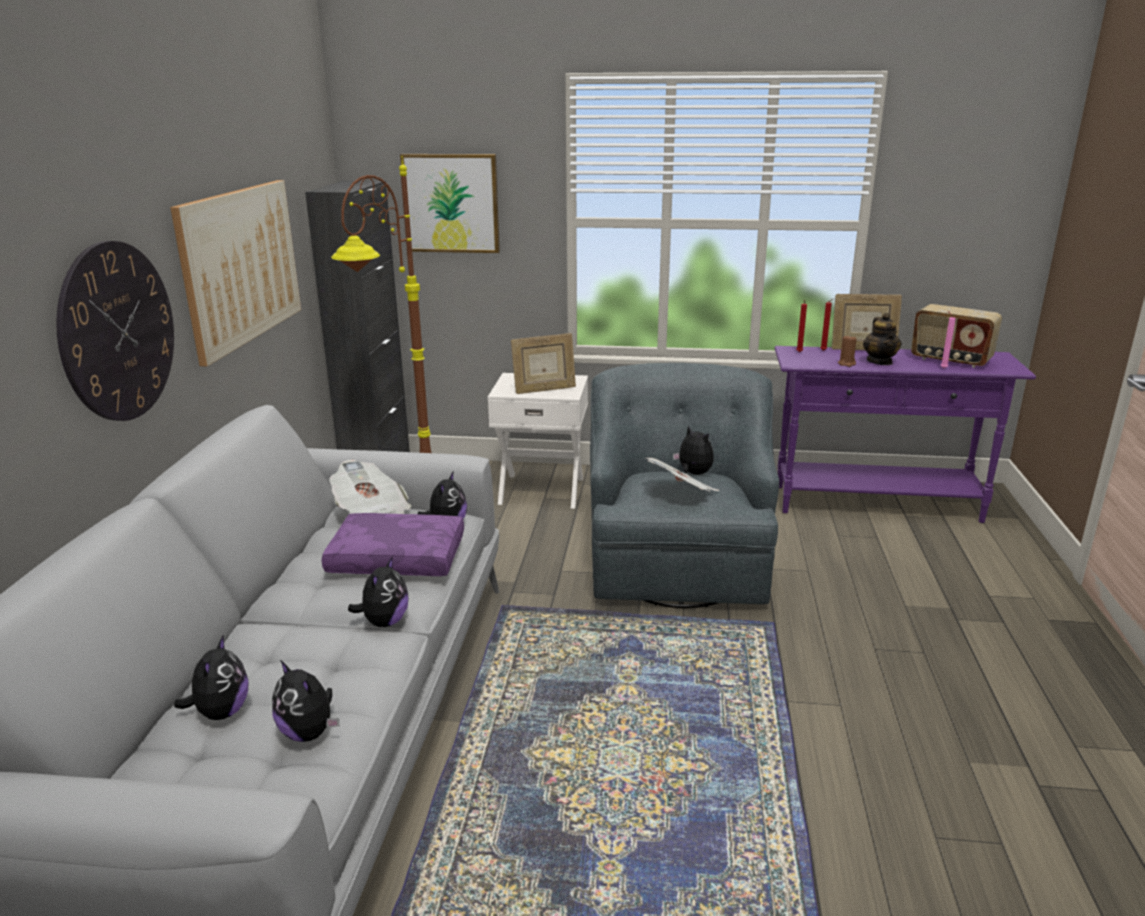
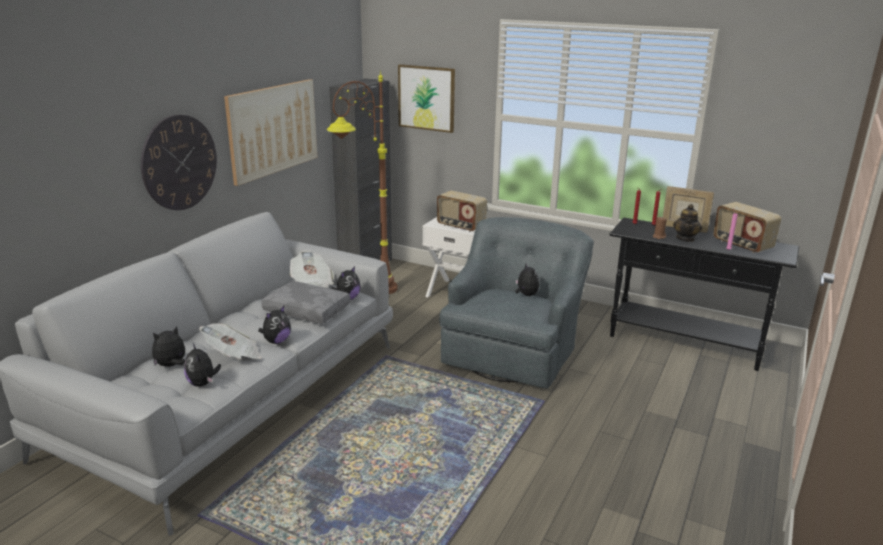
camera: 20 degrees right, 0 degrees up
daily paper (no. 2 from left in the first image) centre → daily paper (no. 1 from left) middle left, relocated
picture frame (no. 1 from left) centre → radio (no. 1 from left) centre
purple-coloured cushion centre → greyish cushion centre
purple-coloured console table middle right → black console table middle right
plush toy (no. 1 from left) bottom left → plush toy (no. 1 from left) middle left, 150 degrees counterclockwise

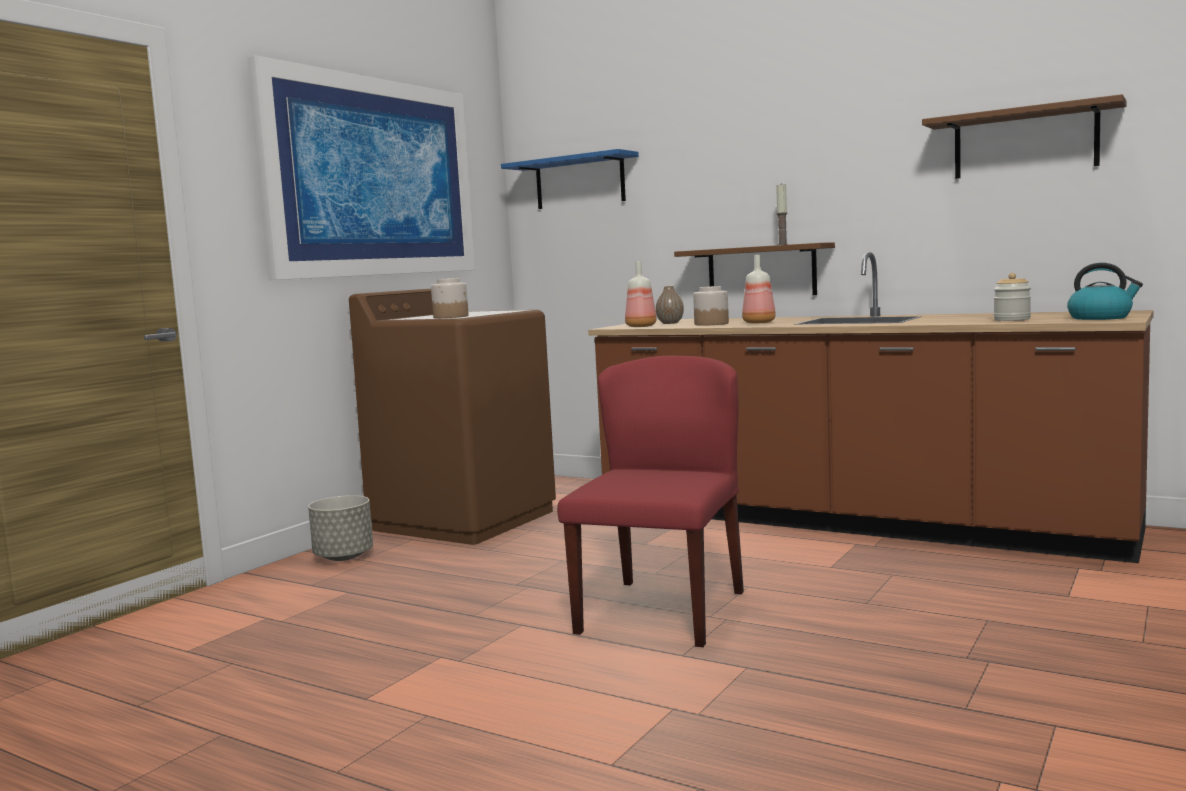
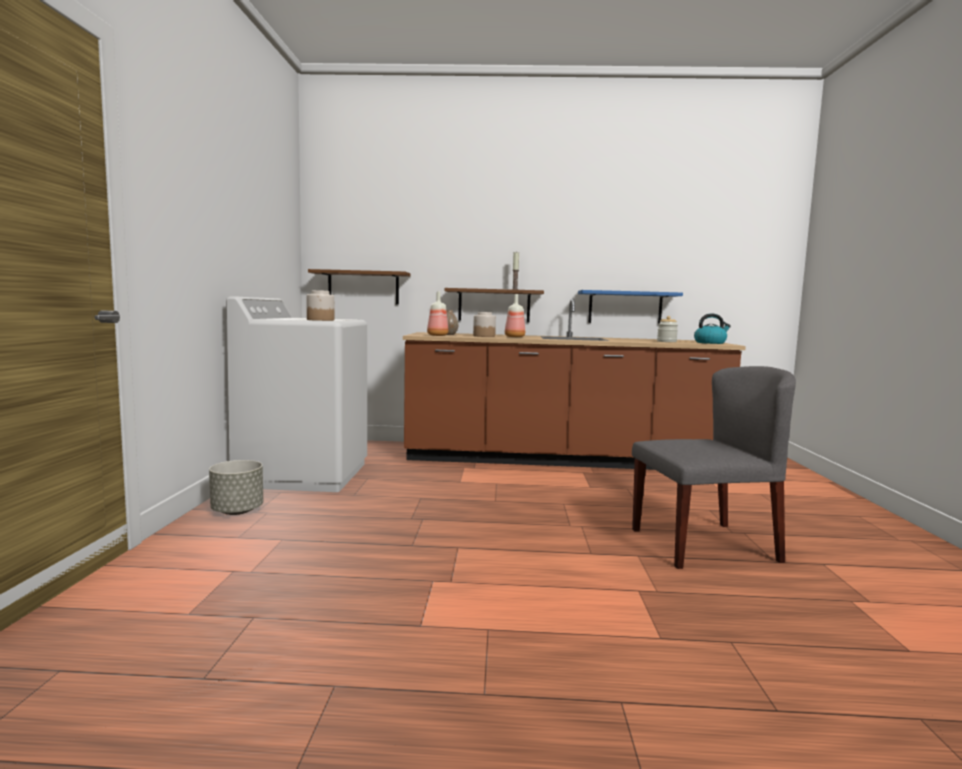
camera: 30 degrees left, 0 degrees up
wall picture top left → -
red chair centre → -
- → greyish chair middle right
blue shelf top centre → blue shelf centre, relocated
brownish shelf (no. 2 from left in the first image) top right → brownish shelf (no. 1 from left) centre, relocated
brownish laundry appliance centre → white laundry appliance middle left

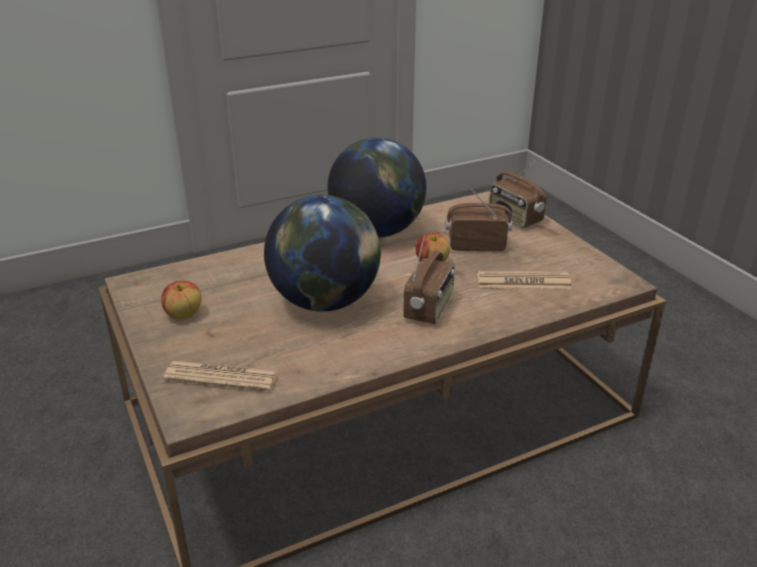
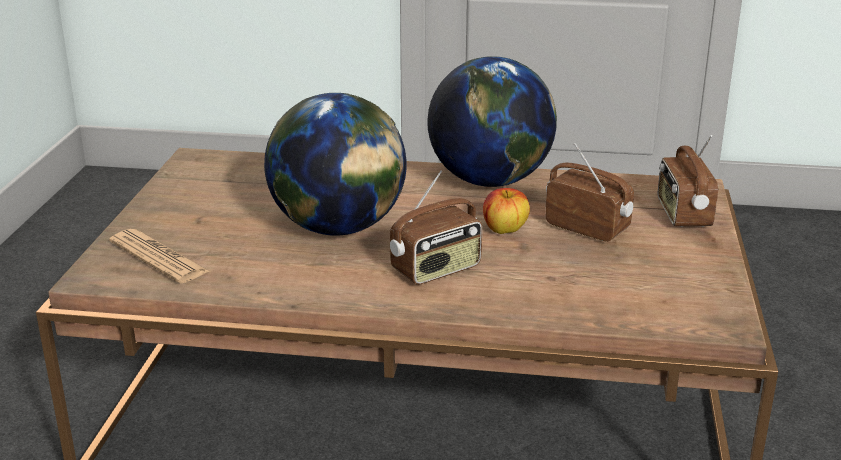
camera: 35 degrees right, 5 degrees down
whole apple (no. 1 from left) middle left → -
daily paper (no. 2 from left) middle right → -

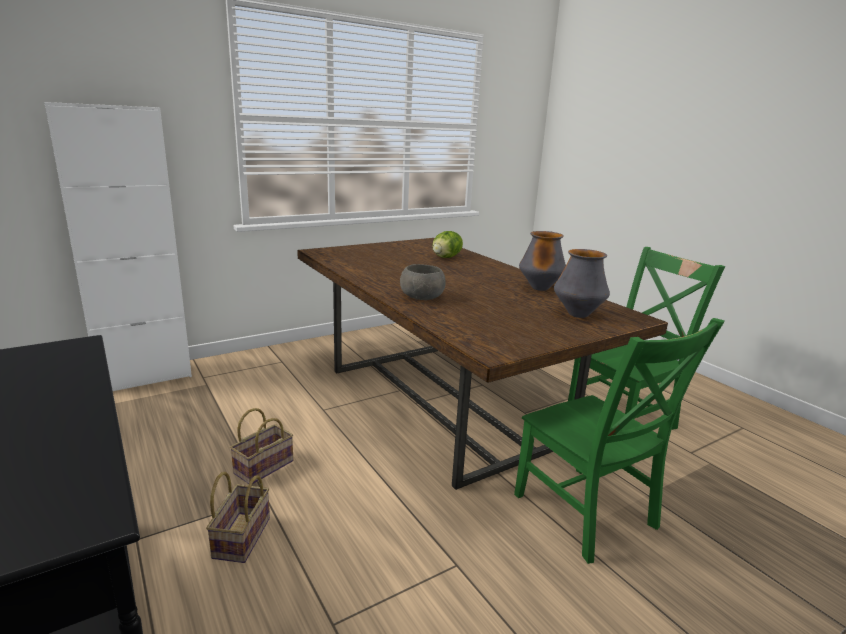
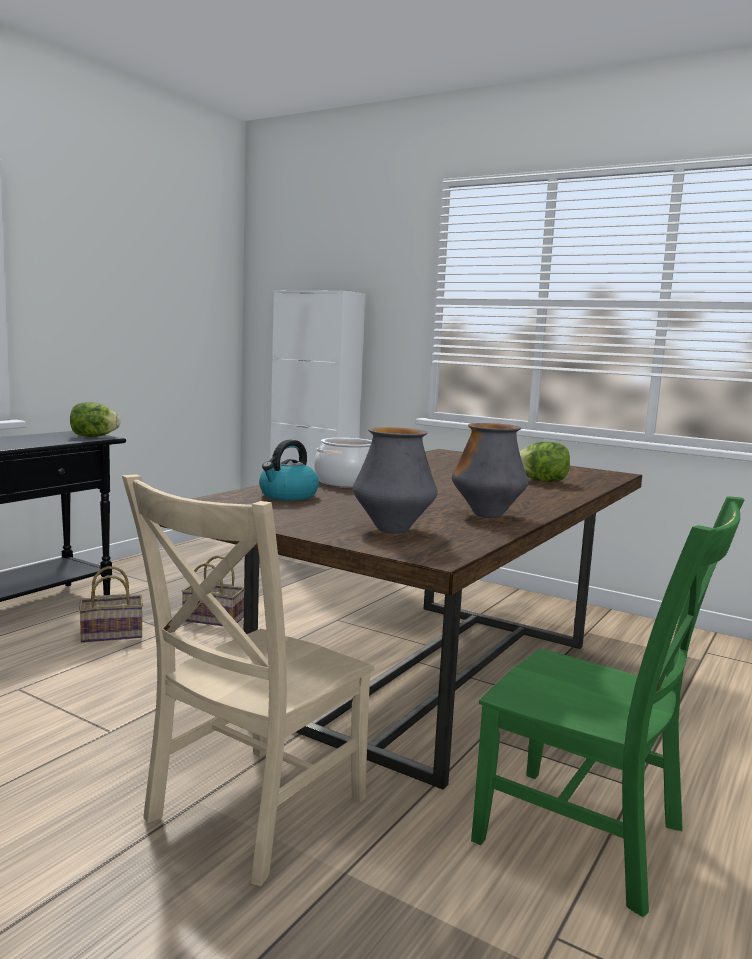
camera: 65 degrees right, 10 degrees down
- → lettuce head (no. 1 from left) middle left
- → tea kettle centre
greyish serving bowl centre → saucepot centre
greenish chair (no. 1 from left) bottom right → sand-coloured chair bottom left

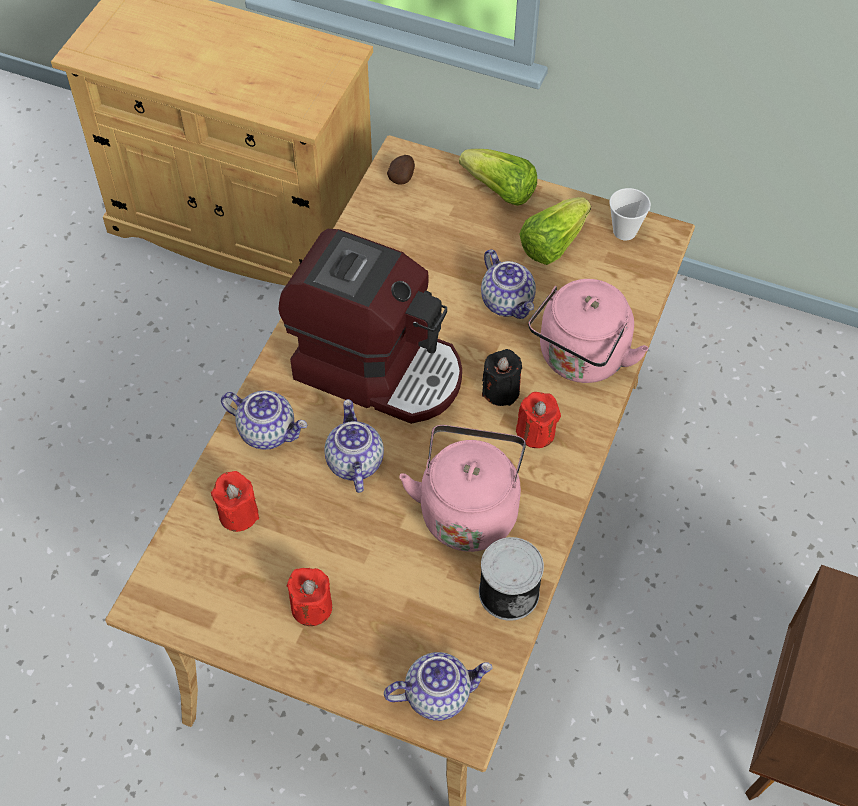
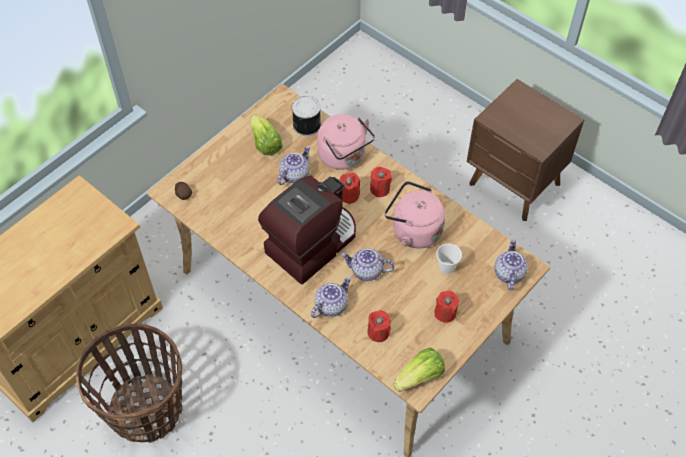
camera: 70 degrees left, 0 degrees up
- → basket bottom left
lettuce head (no. 1 from left in the first image) top centre → lettuce head (no. 2 from left) bottom centre, relocated
can bottom centre → can top centre, relocated
drinking cup top right → drinking cup centre, relocated
black candle centre → red candle (no. 1 from left) centre
pot for tea (no. 4 from left in the first image) centre → pot for tea (no. 1 from left) centre, 45 degrees counterclockwise

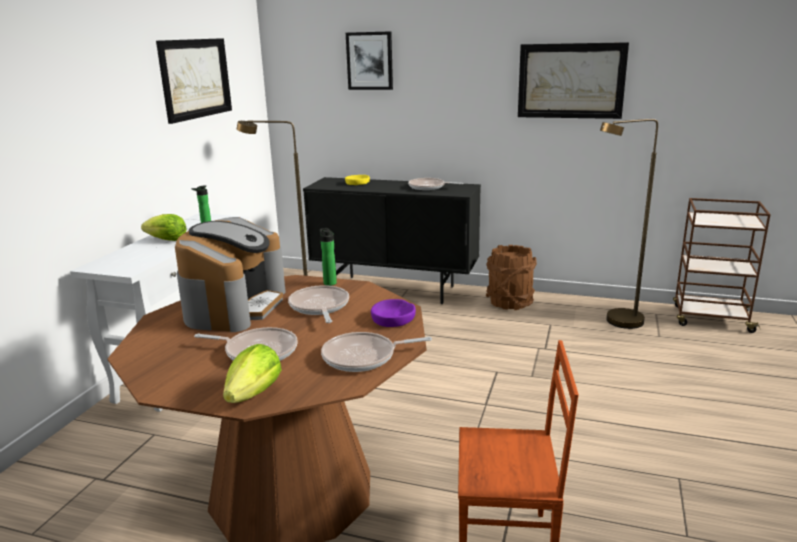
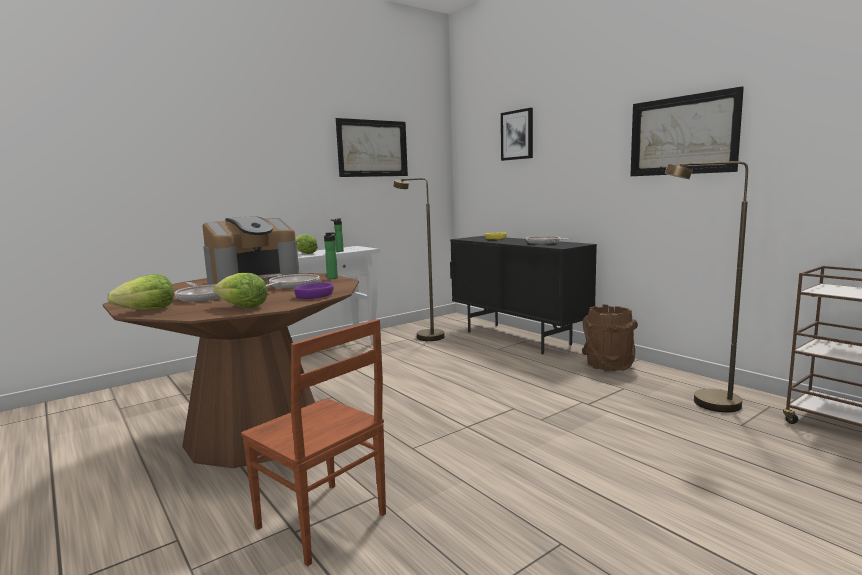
camera: 35 degrees right, 10 degrees down
pan (no. 3 from left) centre → lettuce head (no. 2 from left) middle left

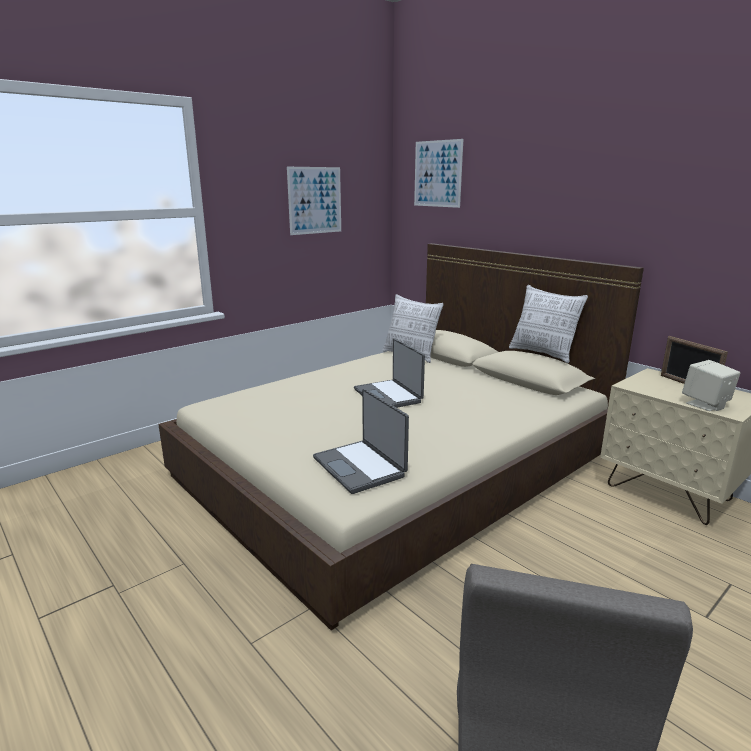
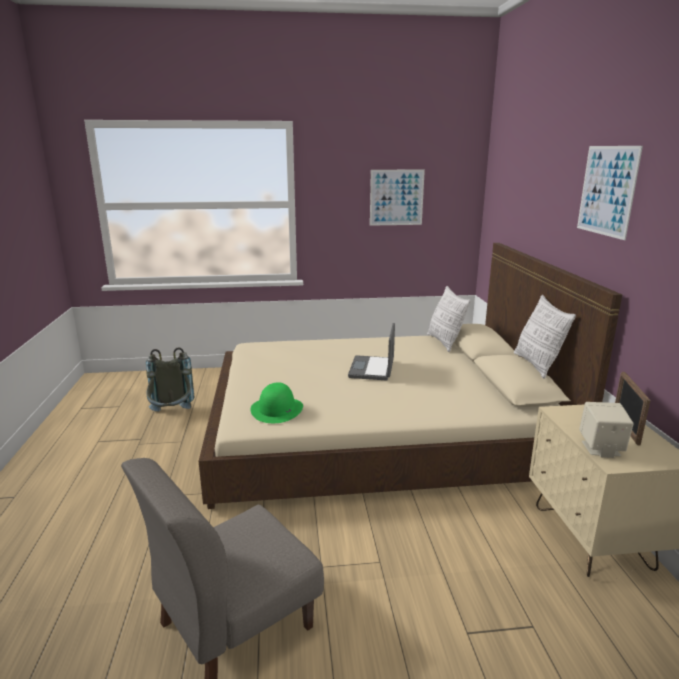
camera: 35 degrees right, 0 degrees up
- → greyish knapsack middle left
wall picture (no. 2 from left) top centre → wall picture (no. 2 from left) top right, relocated
laptop (no. 1 from left) centre → greenish clothing hat centre

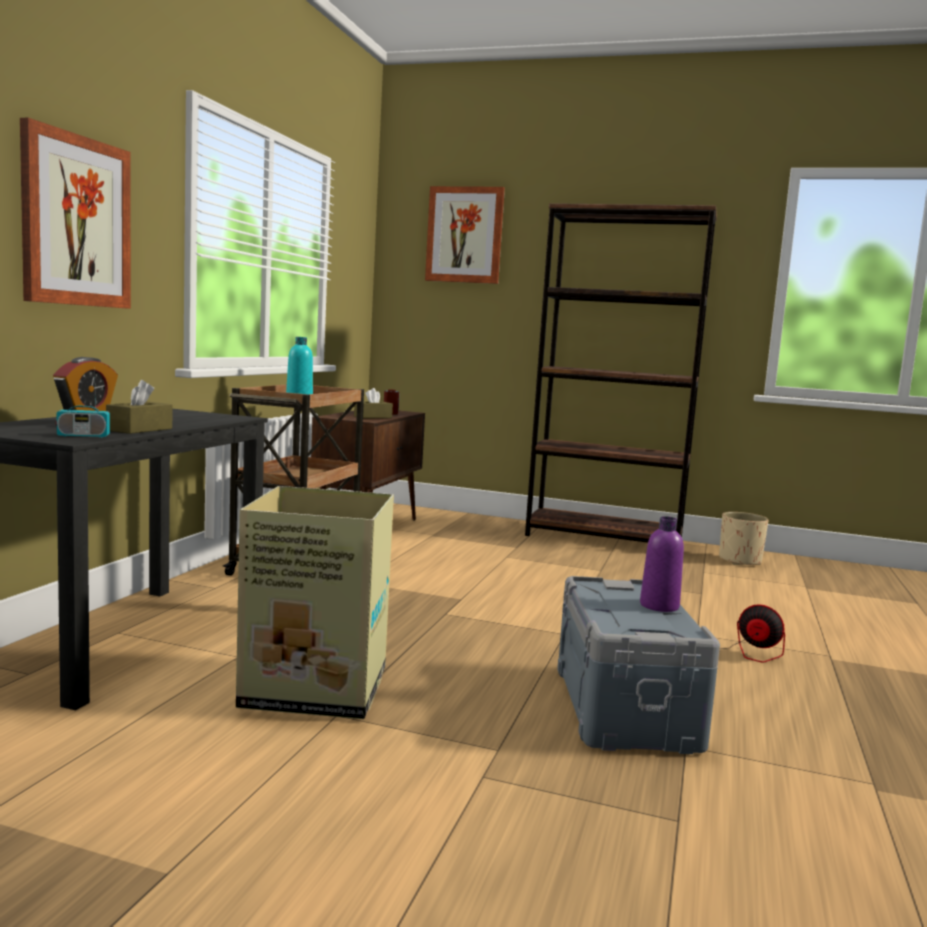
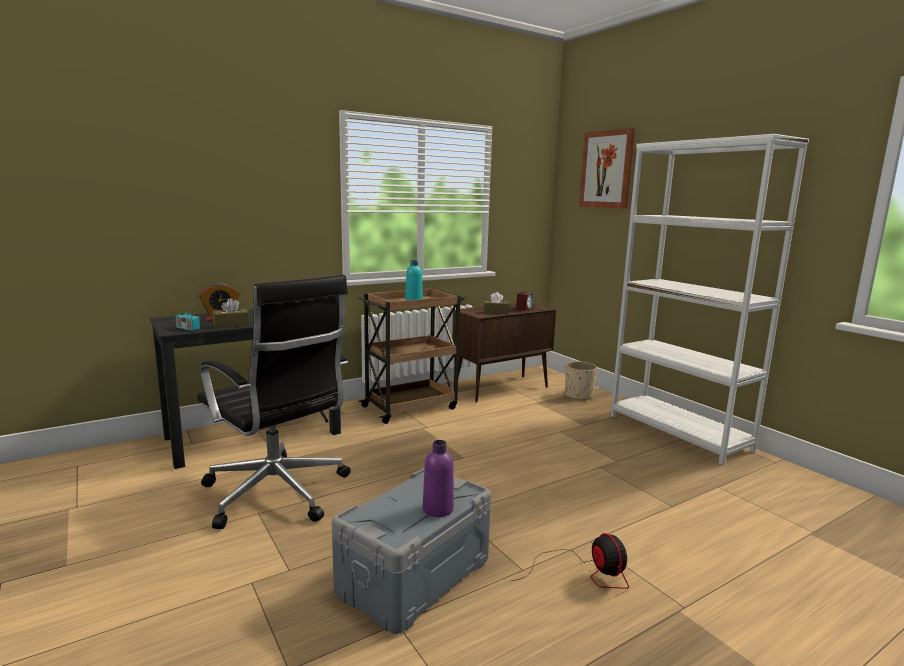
camera: 40 degrees right, 5 degrees up
wall picture (no. 1 from left) top left → -
sand-coloured planter middle right → sand-coloured planter centre, relocated
cardboard box centre → black office chair middle left
brownish shelving unit middle right → white shelving unit middle right

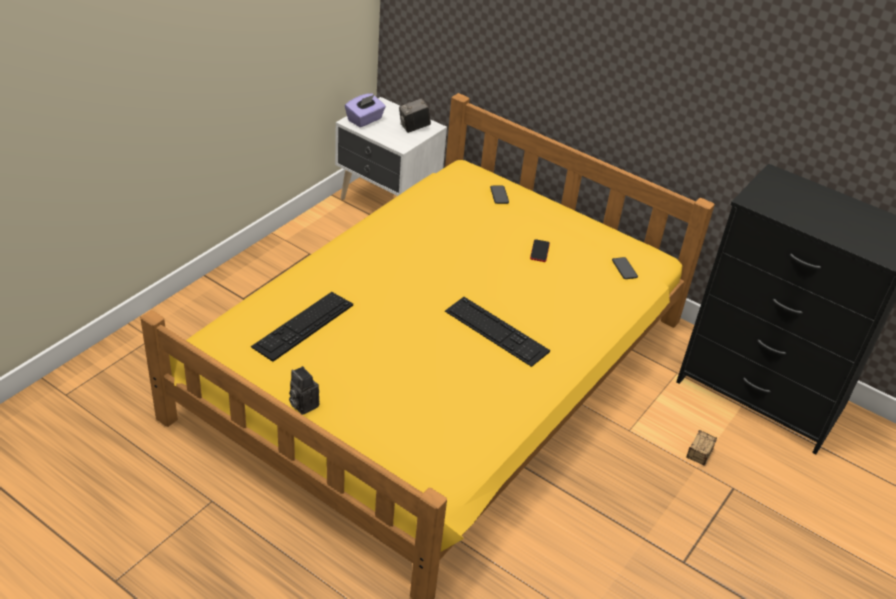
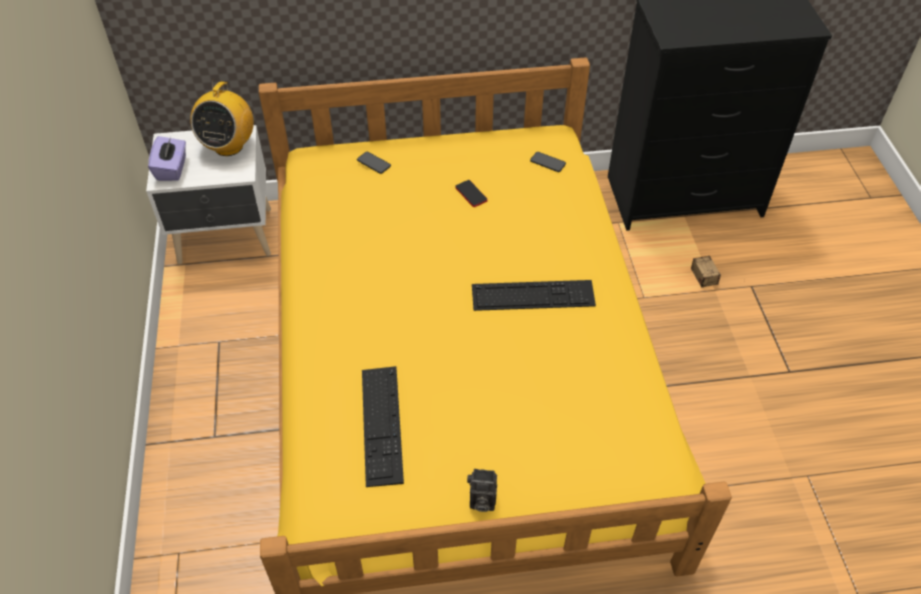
camera: 40 degrees left, 10 degrees up
photo camera (no. 2 from left) top centre → radio top left

